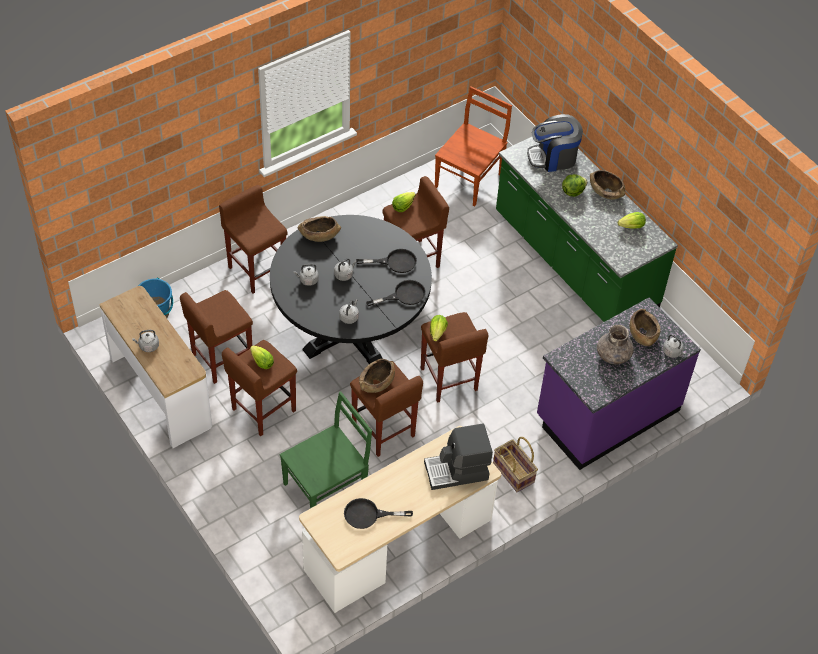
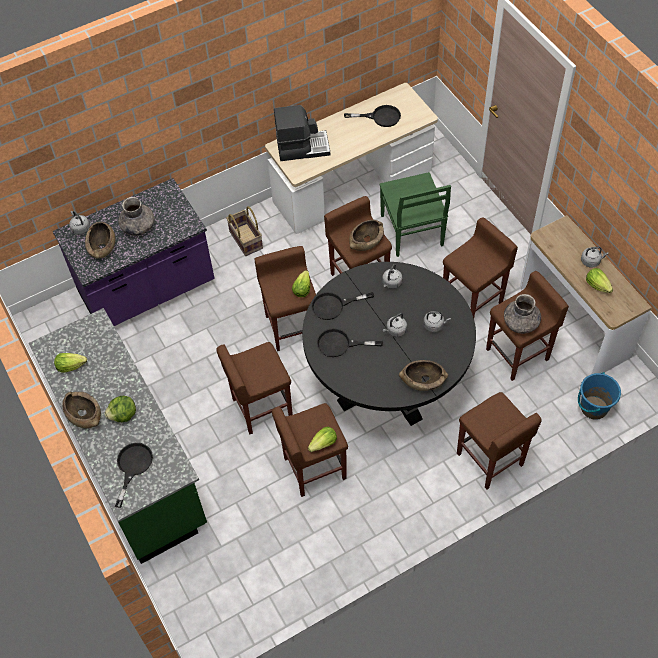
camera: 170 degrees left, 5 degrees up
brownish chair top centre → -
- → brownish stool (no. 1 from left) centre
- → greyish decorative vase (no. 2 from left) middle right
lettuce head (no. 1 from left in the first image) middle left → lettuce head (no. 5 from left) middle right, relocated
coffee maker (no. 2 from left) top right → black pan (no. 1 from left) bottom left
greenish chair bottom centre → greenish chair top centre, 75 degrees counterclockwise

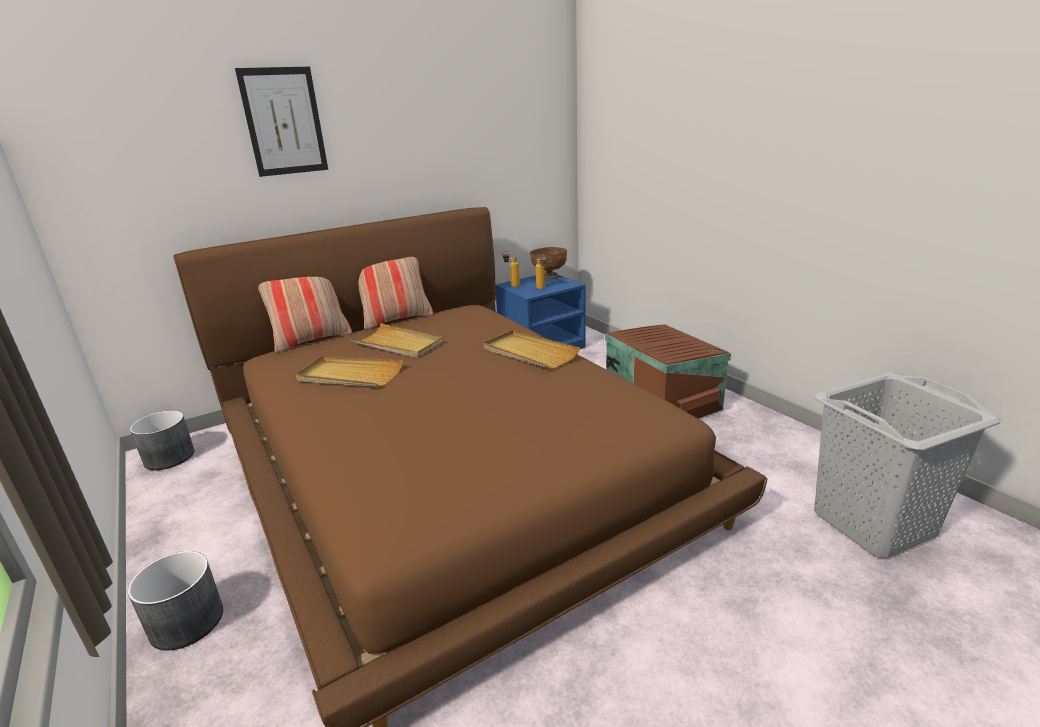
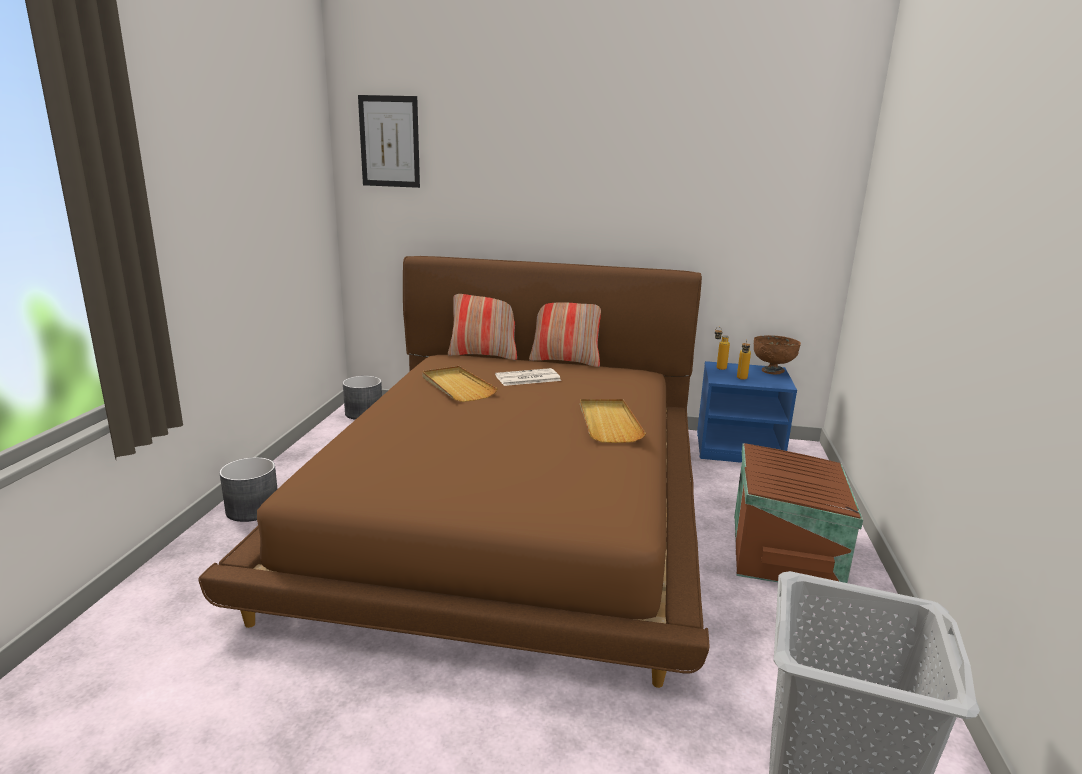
camera: 40 degrees right, 5 degrees down
wall picture top left → wall picture top centre, relocated
sand-coloured serving tray (no. 2 from left) centre → daily paper centre

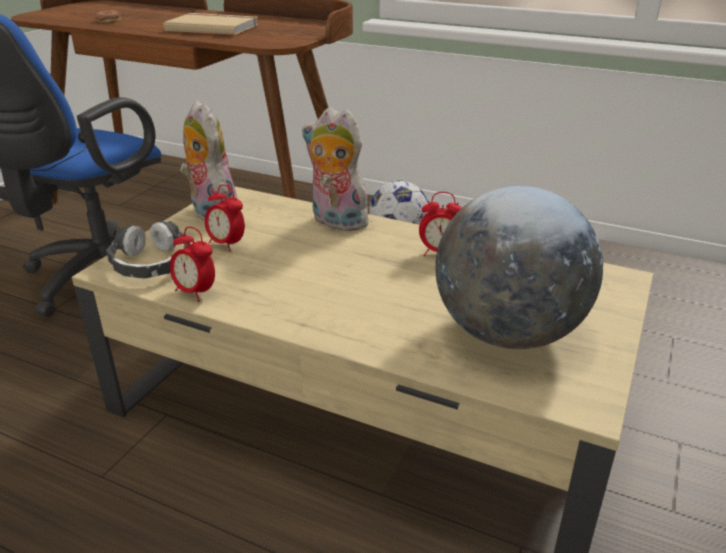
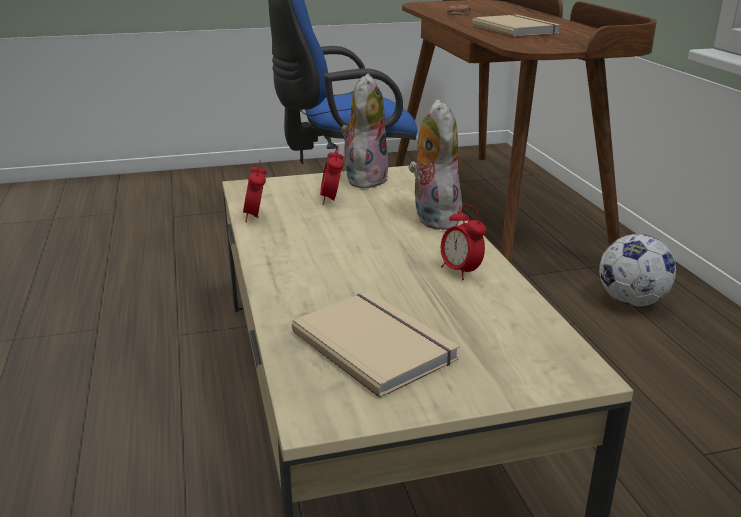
camera: 50 degrees right, 5 degrees down
pair of headphones middle left → -
desk globe middle right → sand-coloured book (no. 1 from left) centre

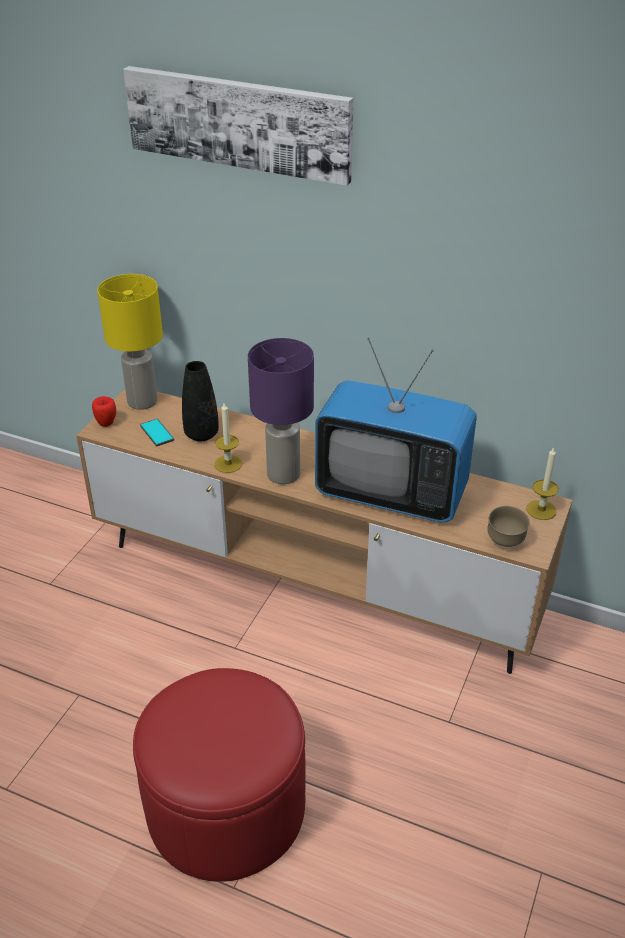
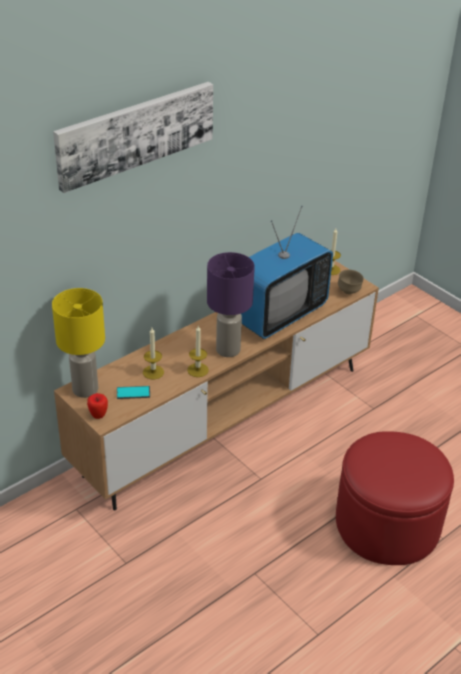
camera: 65 degrees left, 0 degrees up
black decorative vase middle left → candle (no. 1 from left) middle left

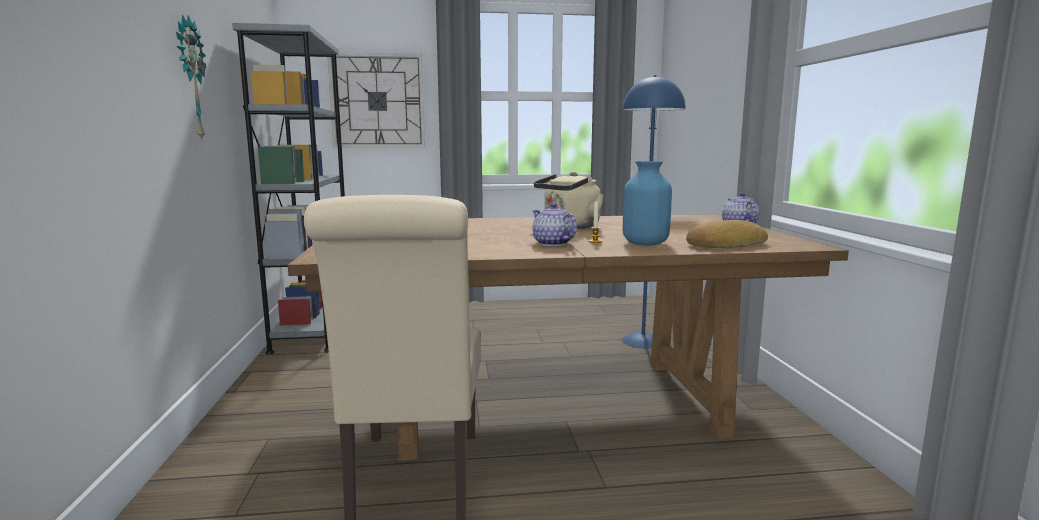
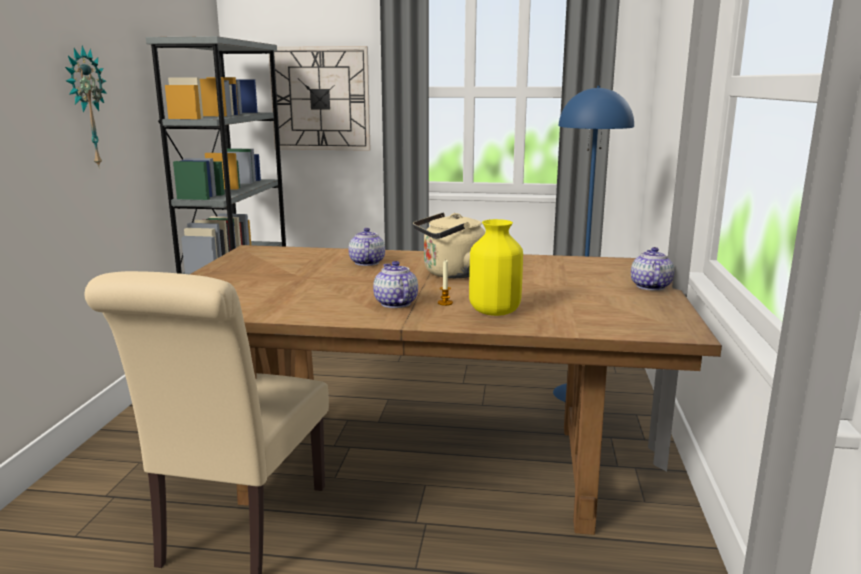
camera: 15 degrees right, 5 degrees up
baked bread middle right → -
- → pot for tea (no. 1 from left) centre
blue decorative vase centre → yellow-coloured decorative vase centre

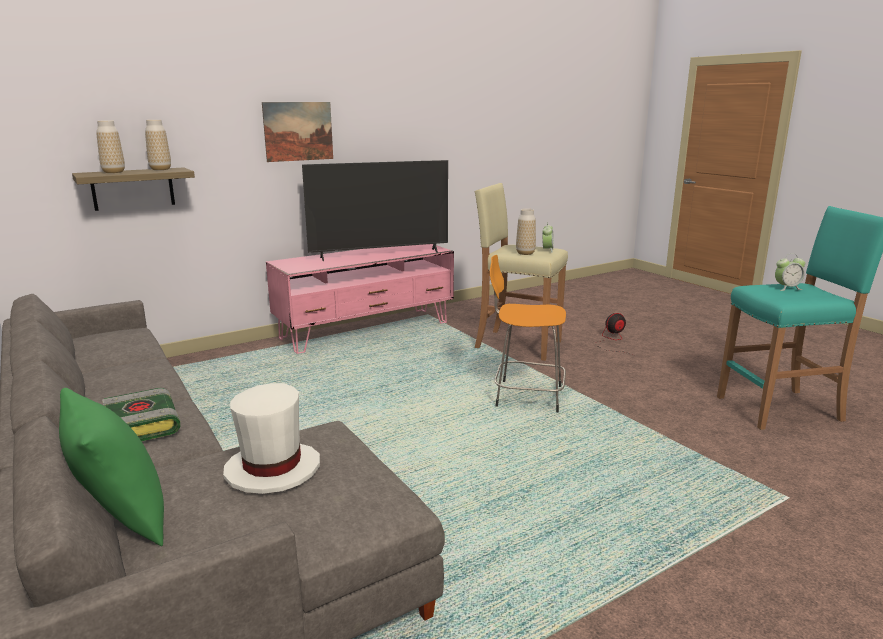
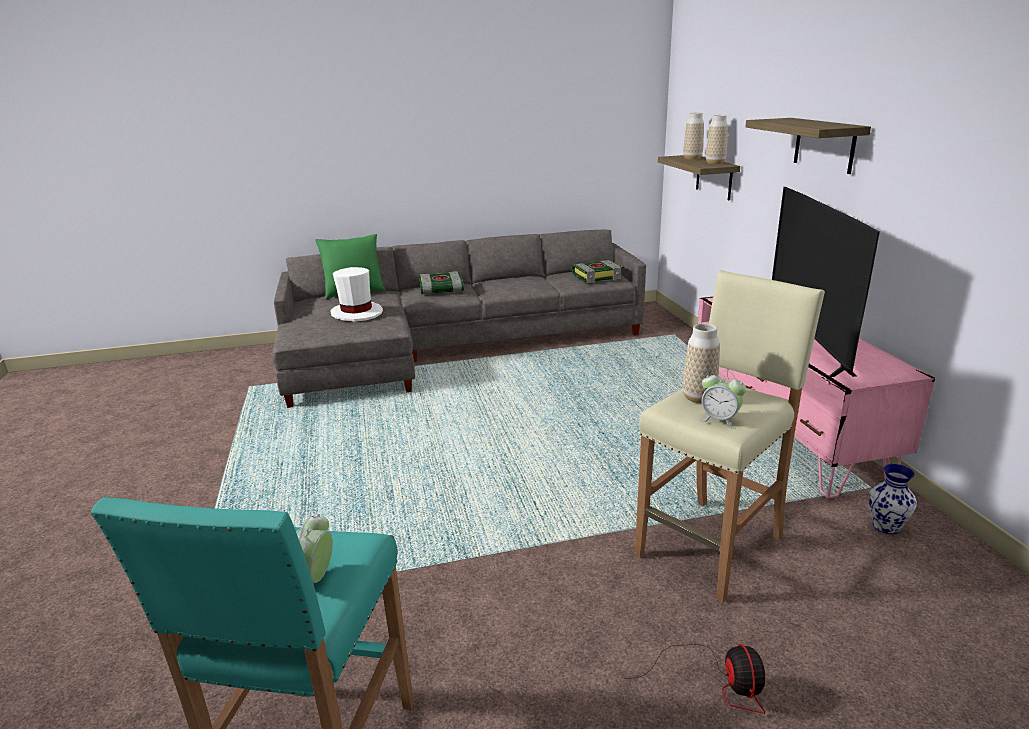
camera: 110 degrees right, 5 degrees up
orangey stool centre → -
- → book (no. 2 from left) centre
- → decorative vase (no. 4 from left) bottom right
wall picture top centre → shelf (no. 2 from left) top right

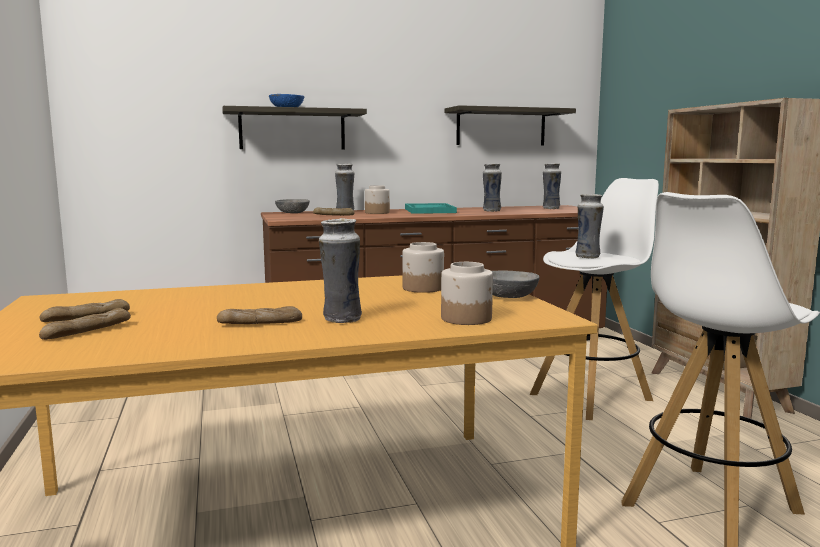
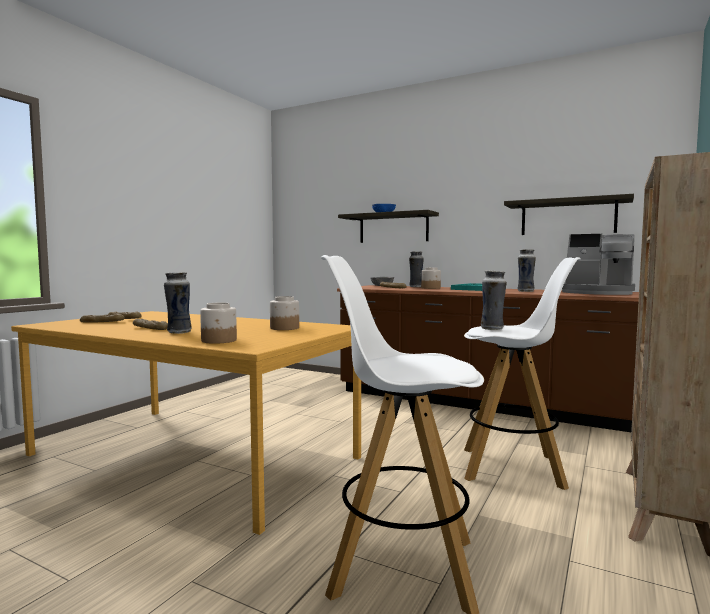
camera: 45 degrees right, 5 degrees down
greyish serving bowl (no. 2 from left) centre → -
decorative vase (no. 4 from left) middle right → coffee maker middle right

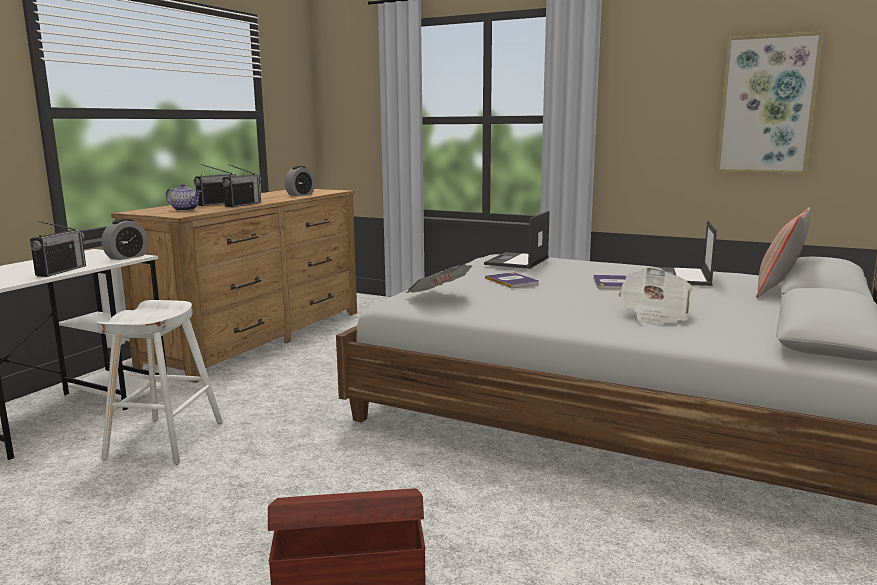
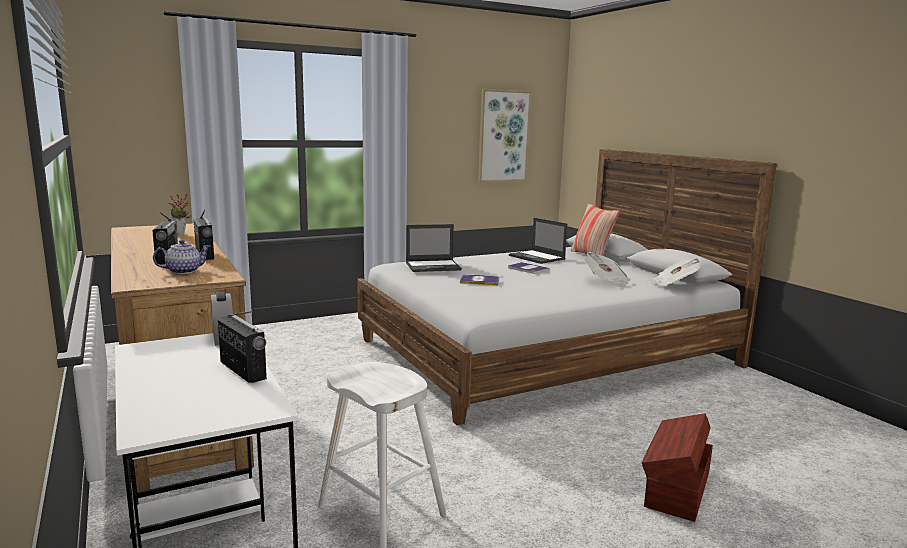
camera: 55 degrees left, 0 degrees up
daily paper (no. 1 from left in the first image) centre → daily paper (no. 2 from left) middle right, relocated
bedside clock (no. 2 from left) top centre → houseplant middle left
laptop (no. 1 from left) centre, 75 degrees counterclockwise

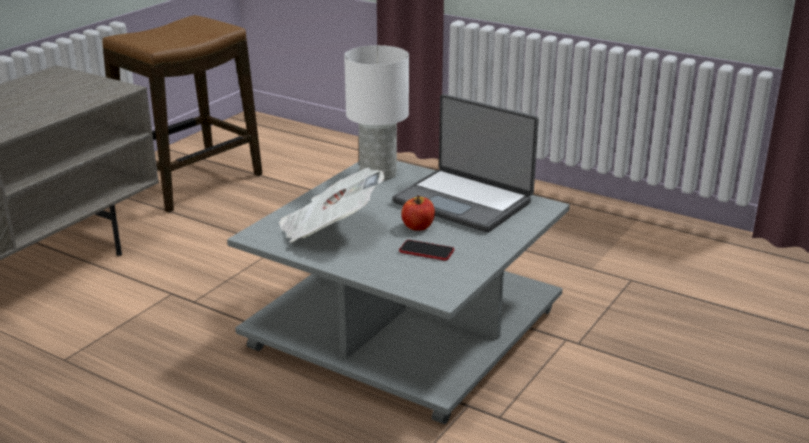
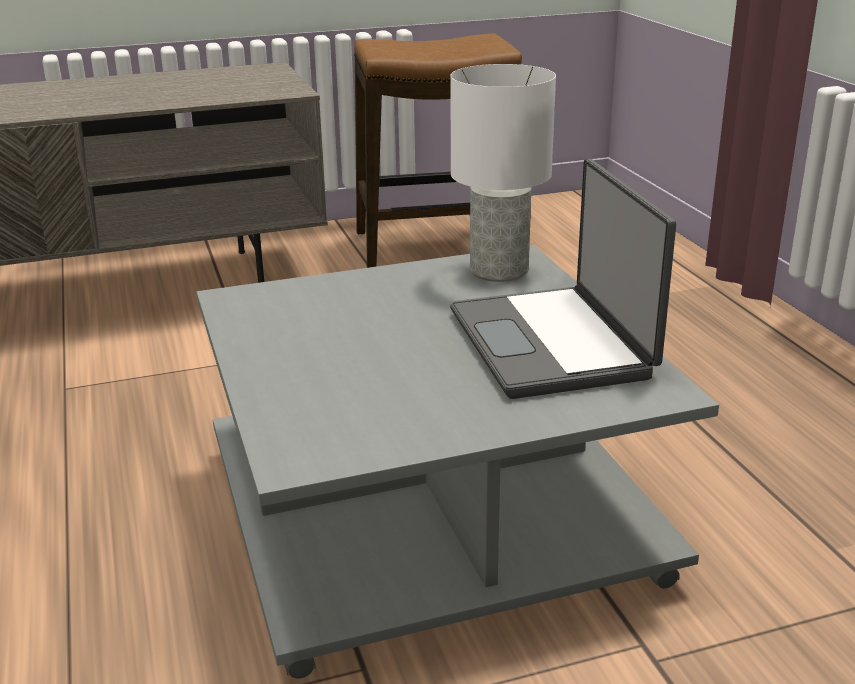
camera: 40 degrees right, 0 degrees up
daily paper centre → -
phone centre → -
whole apple centre → -

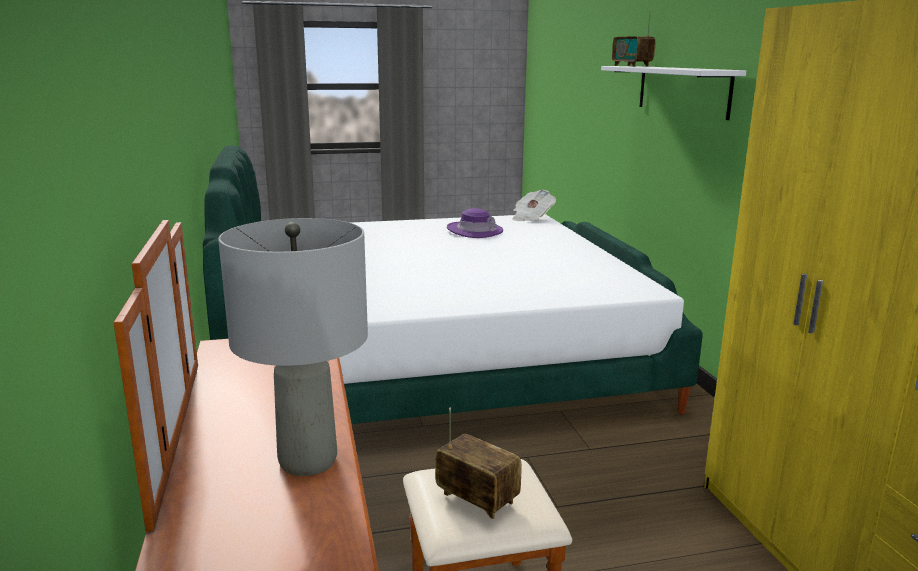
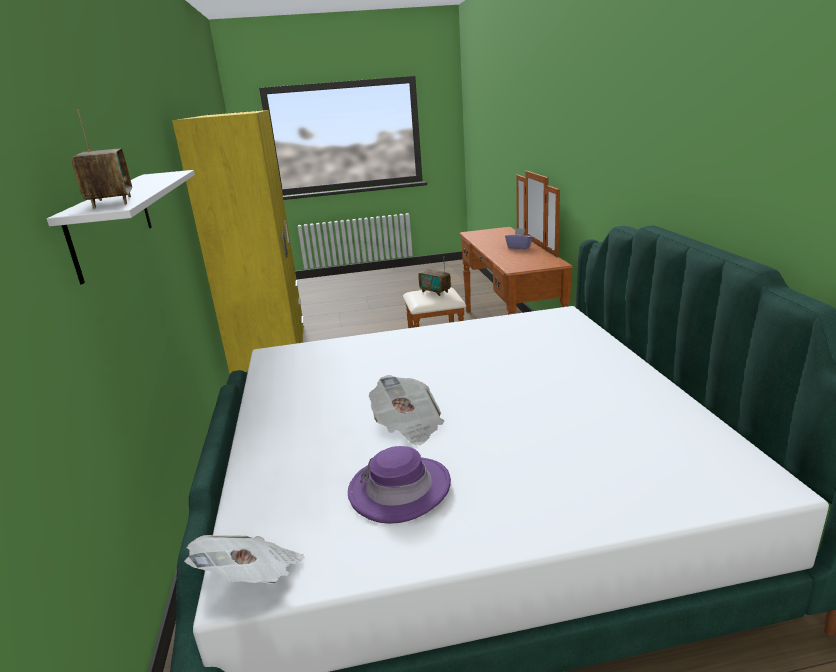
camera: 175 degrees left, 5 degrees up
greyish table lamp middle left → -
- → daily paper (no. 2 from left) centre
- → purple-coloured tissue box centre

